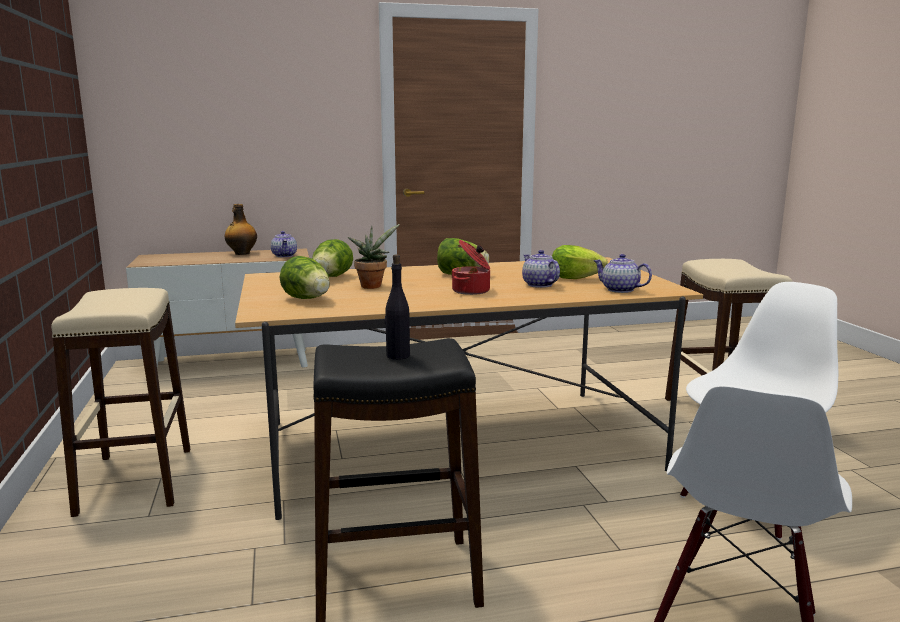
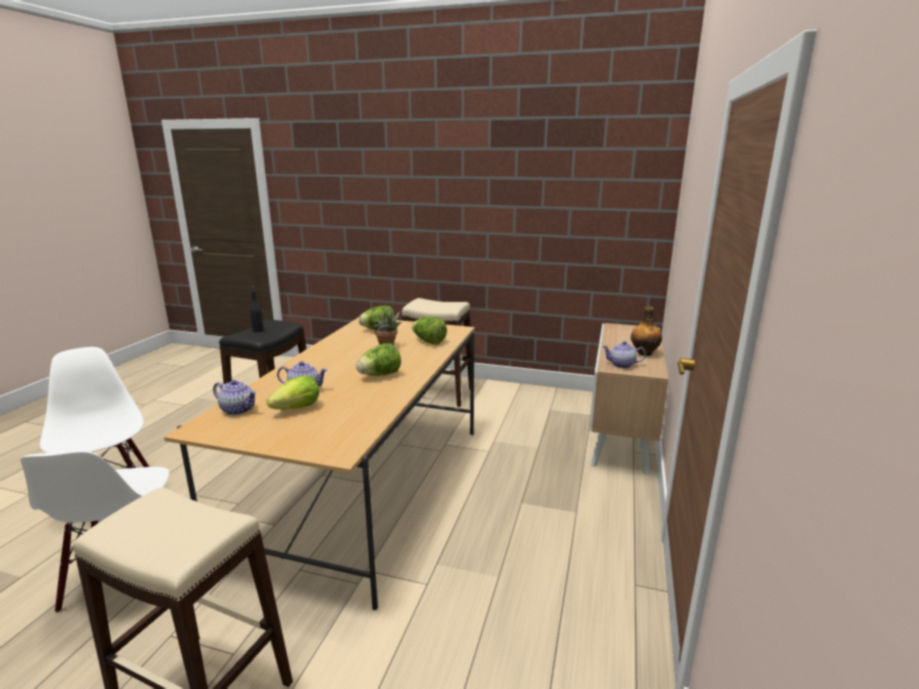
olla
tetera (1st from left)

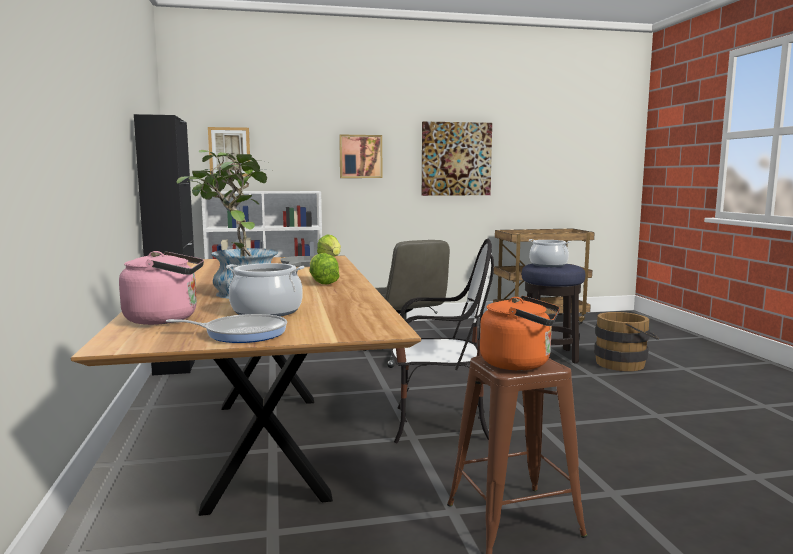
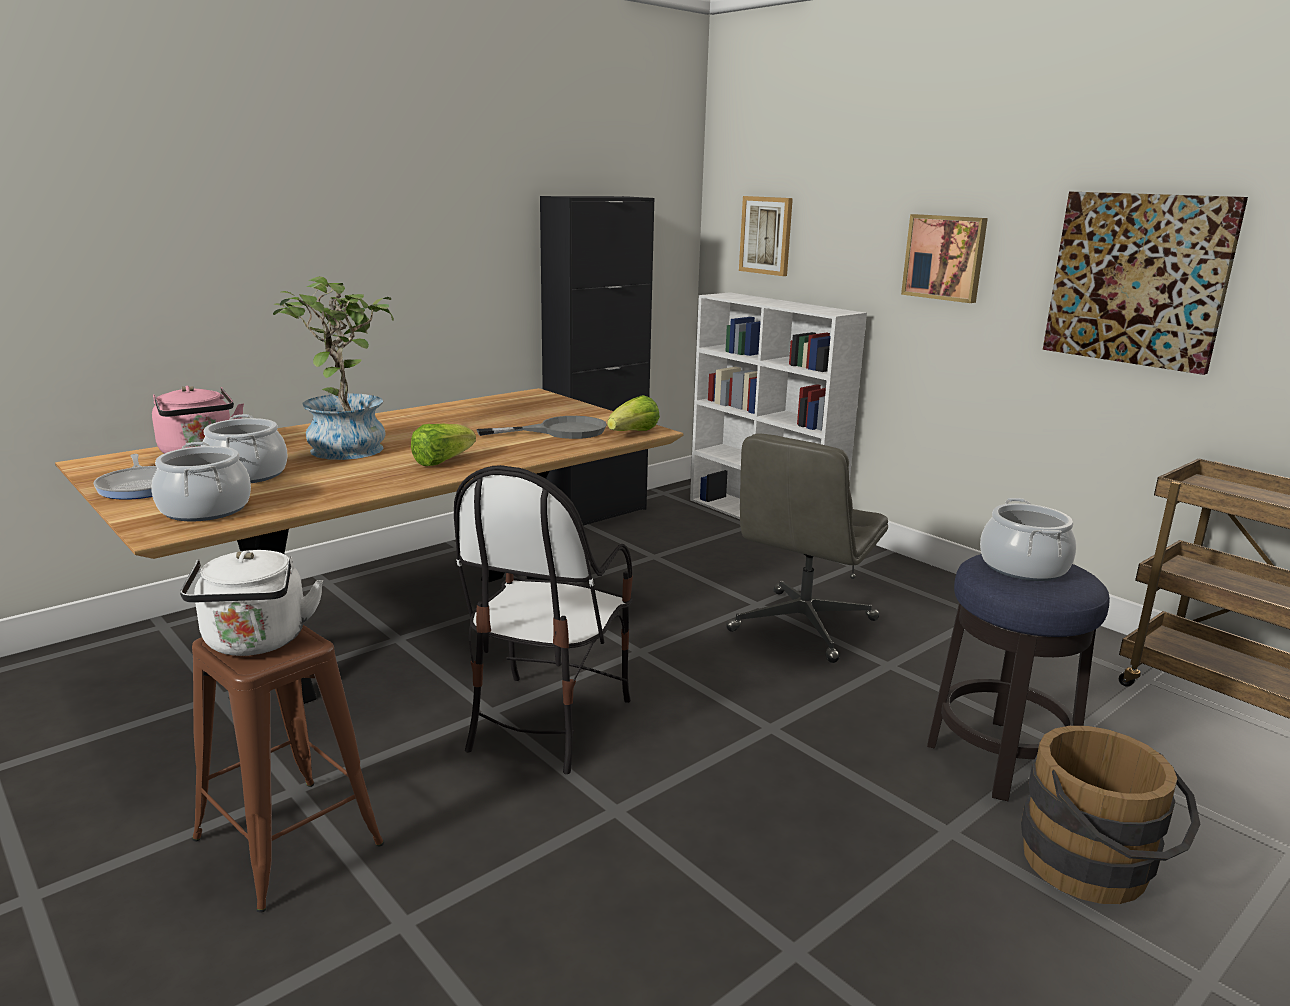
silla
hervidor (blanco)
olla (1st from left)

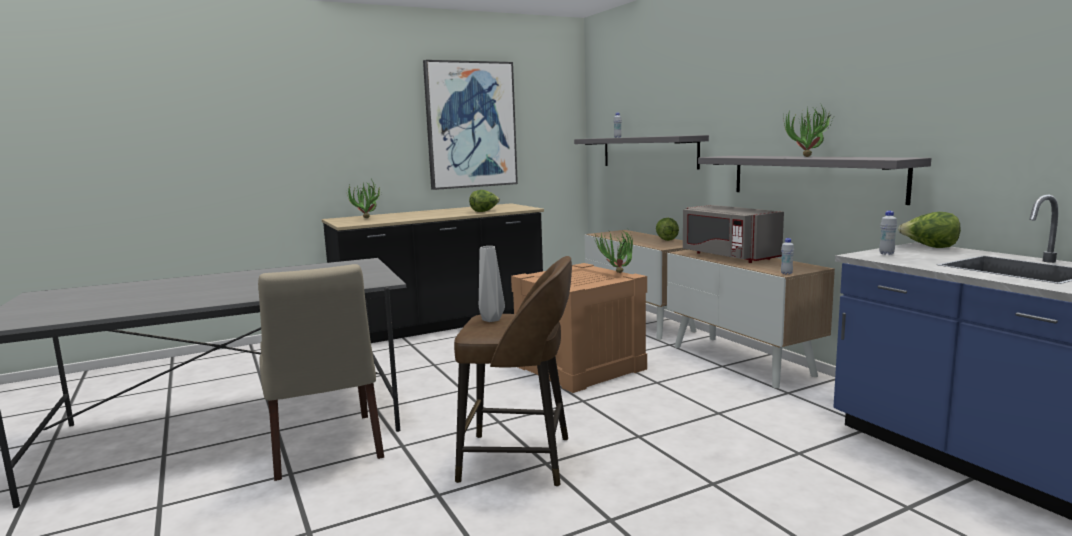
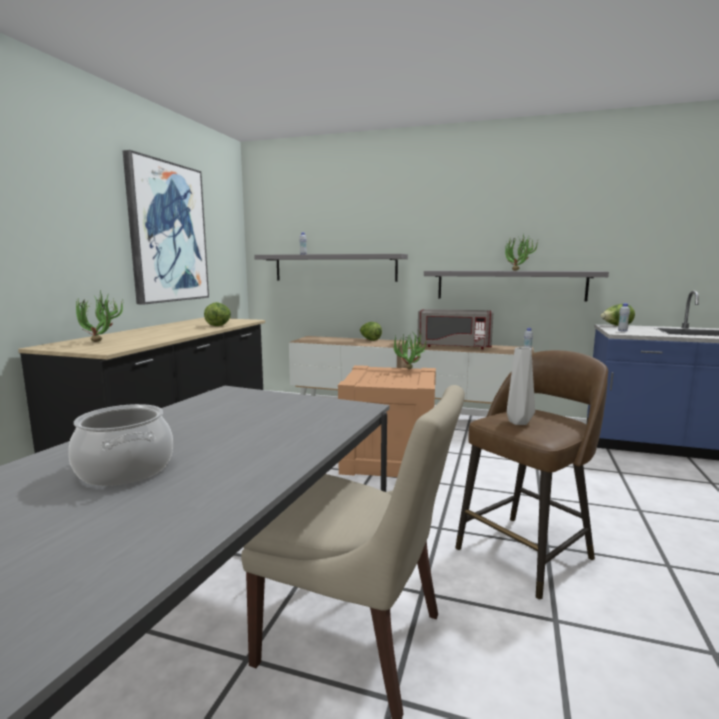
olla

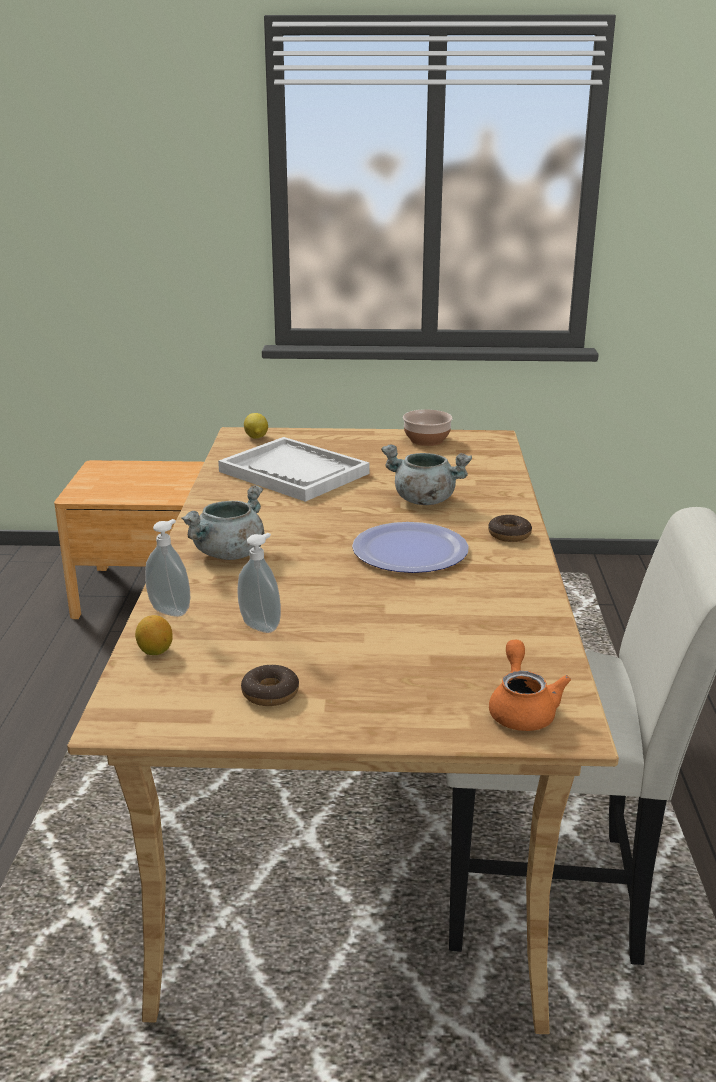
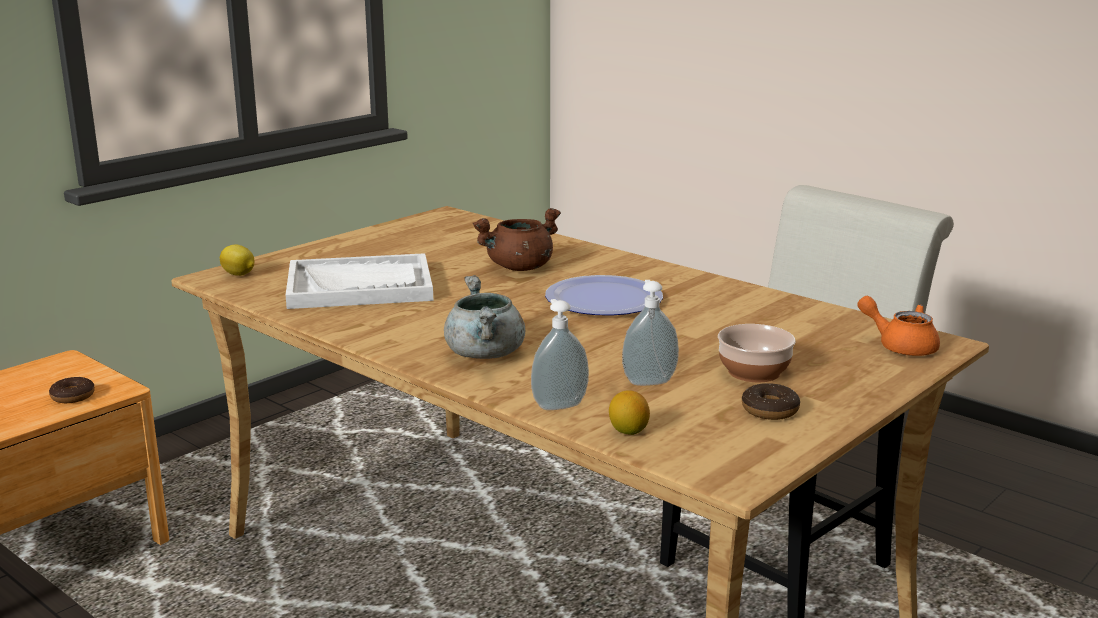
cuenco
olla (marrón)
rosquilla (1st from left)

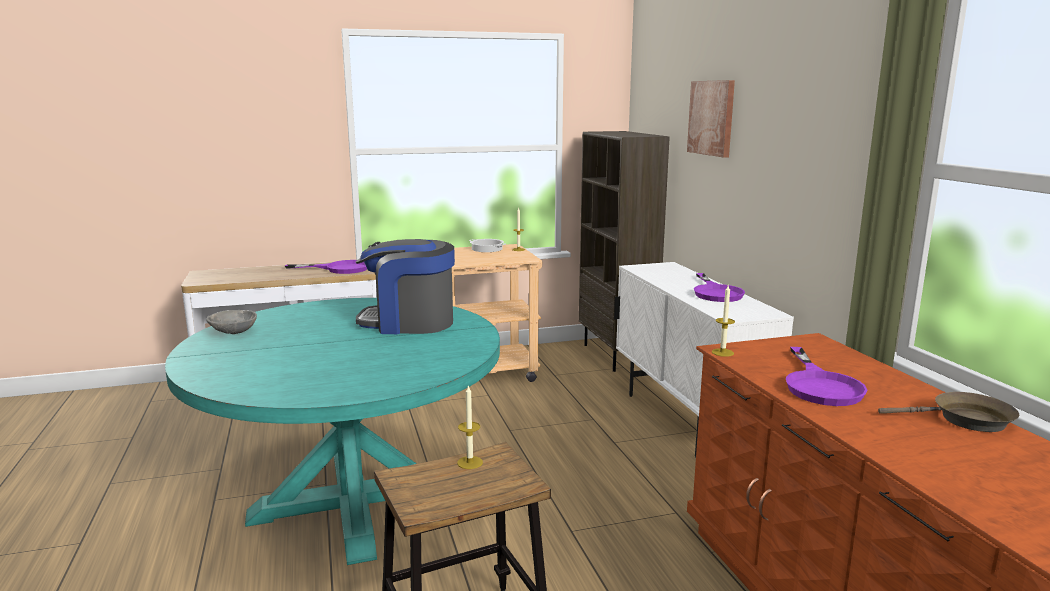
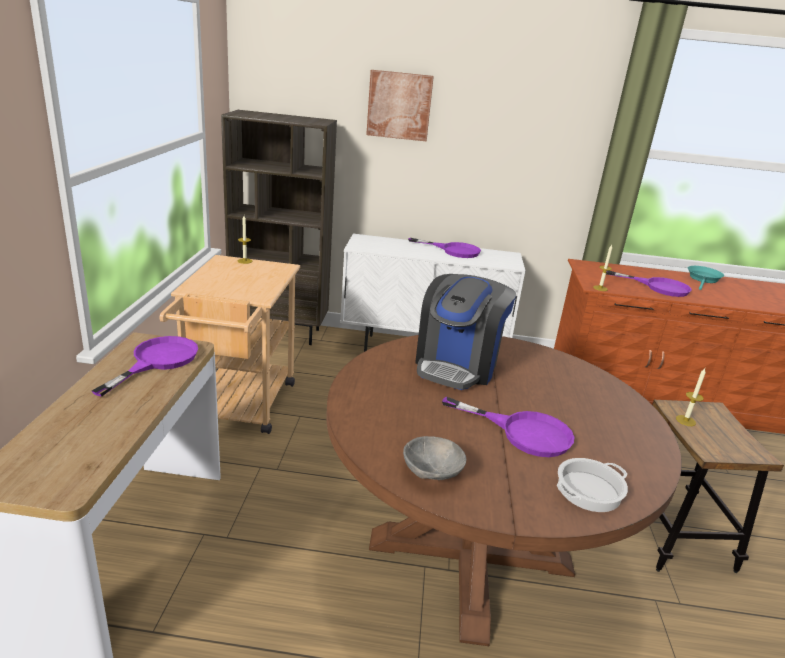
olla
mesa de comedor (marrón)
sartén (turquesa)
sartén (morado) (3rd from left)

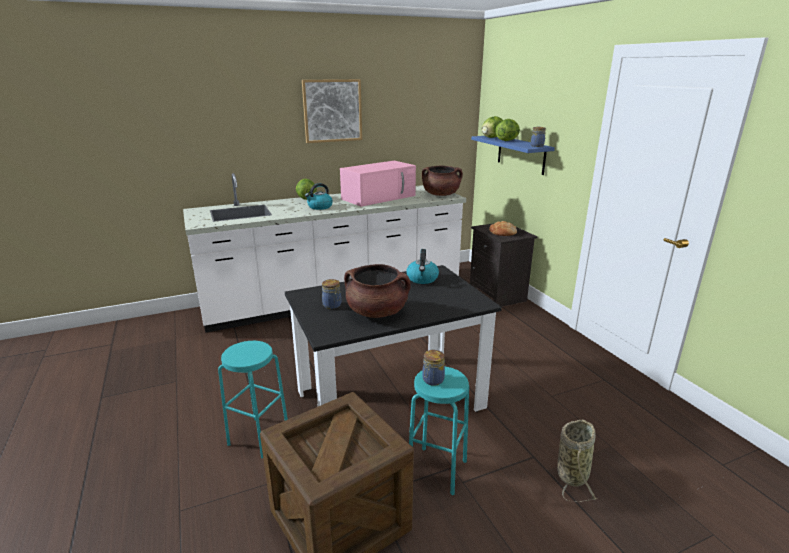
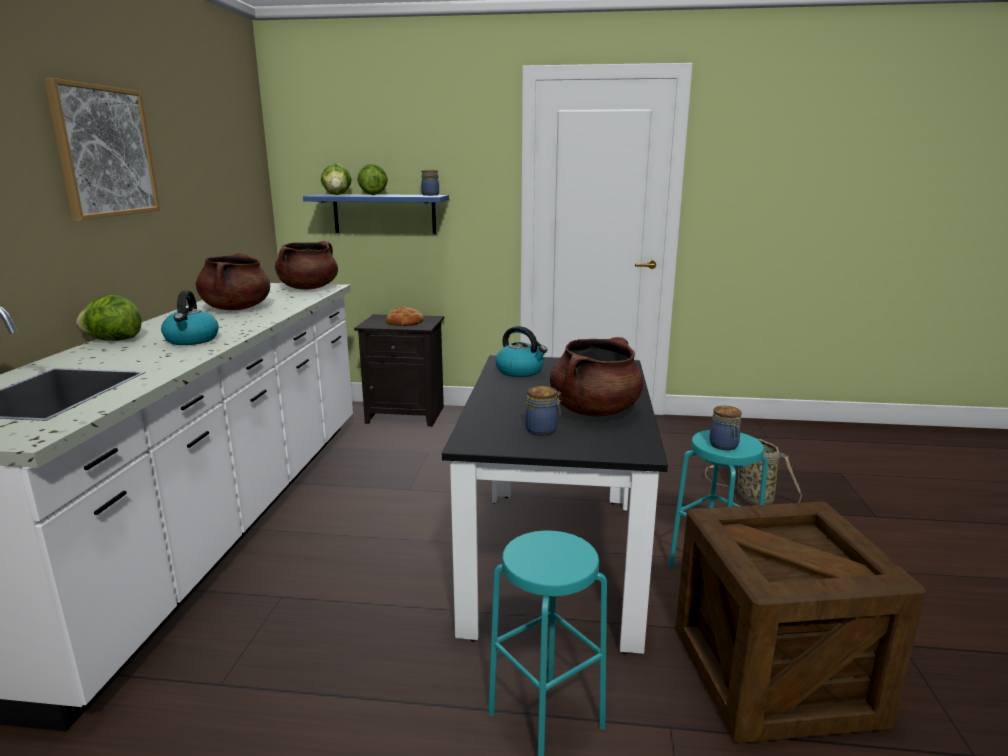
olla (marrón) (1st from left)

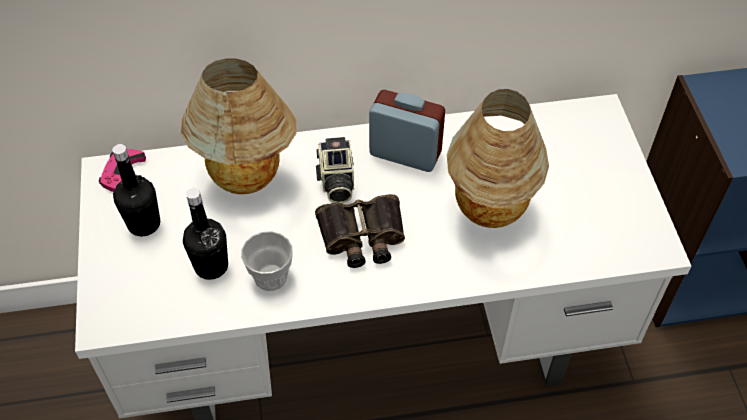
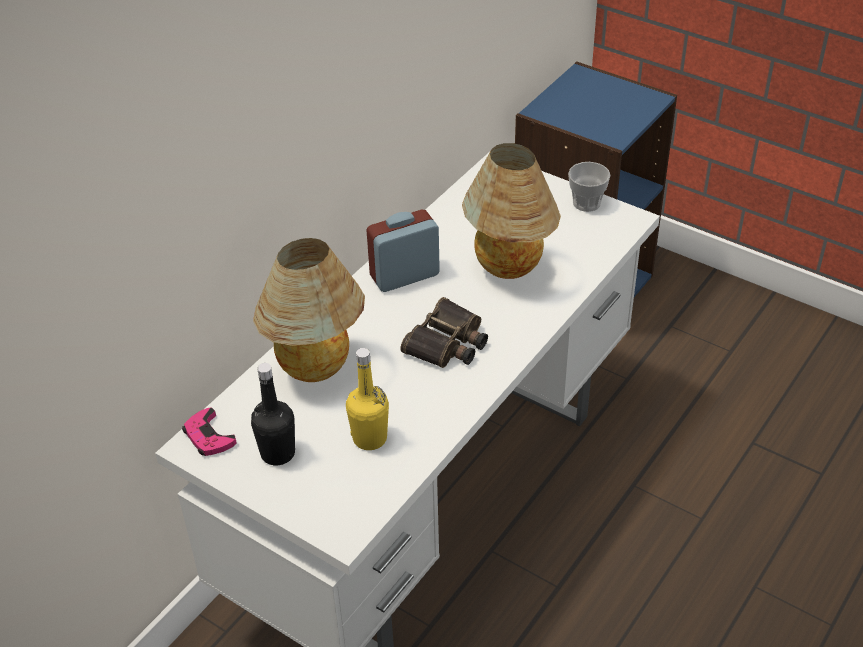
cámara
botella (amarillo)
taza

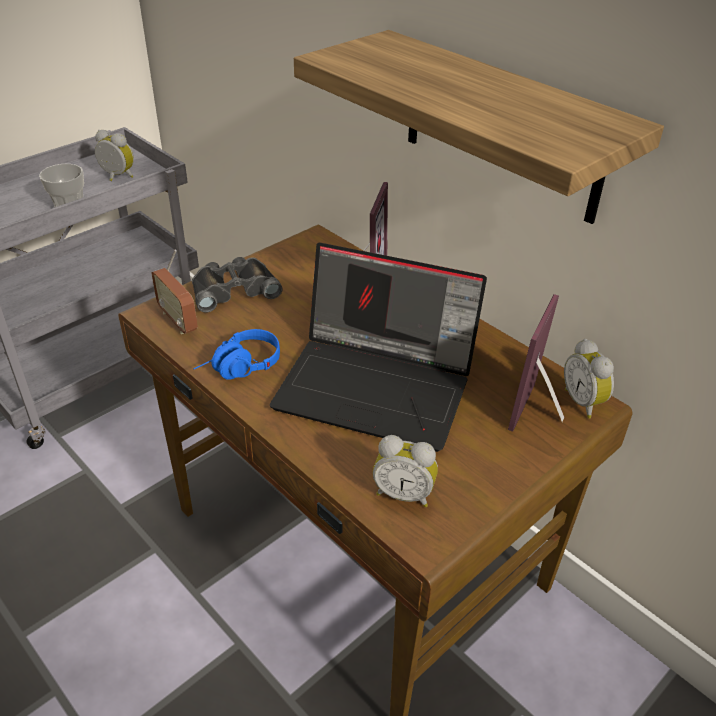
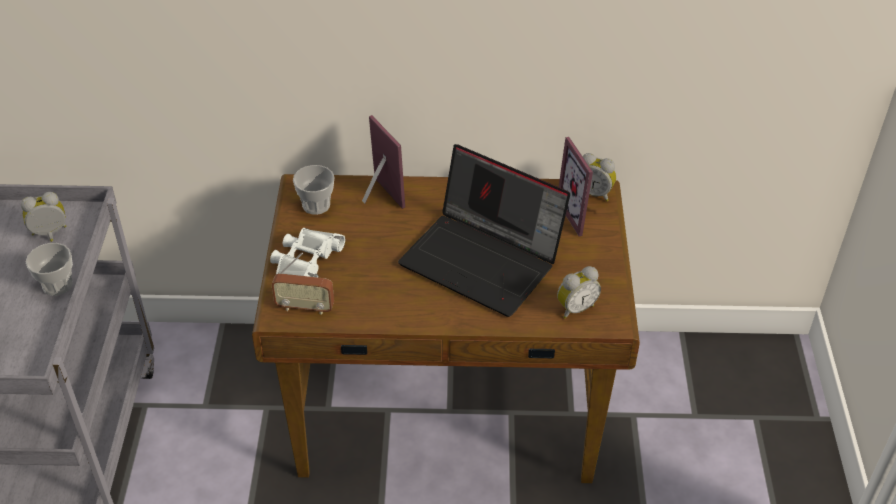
estante
portátil
prismáticos (blanco)
auriculares (azul)
taza (2nd from left)

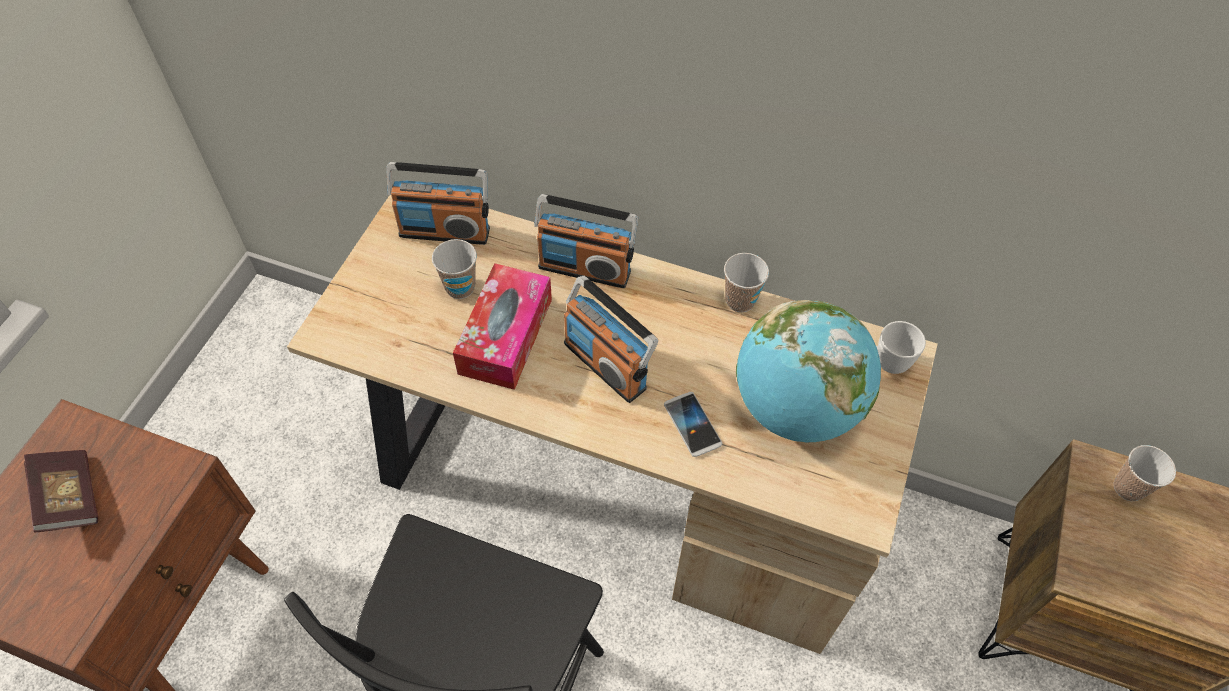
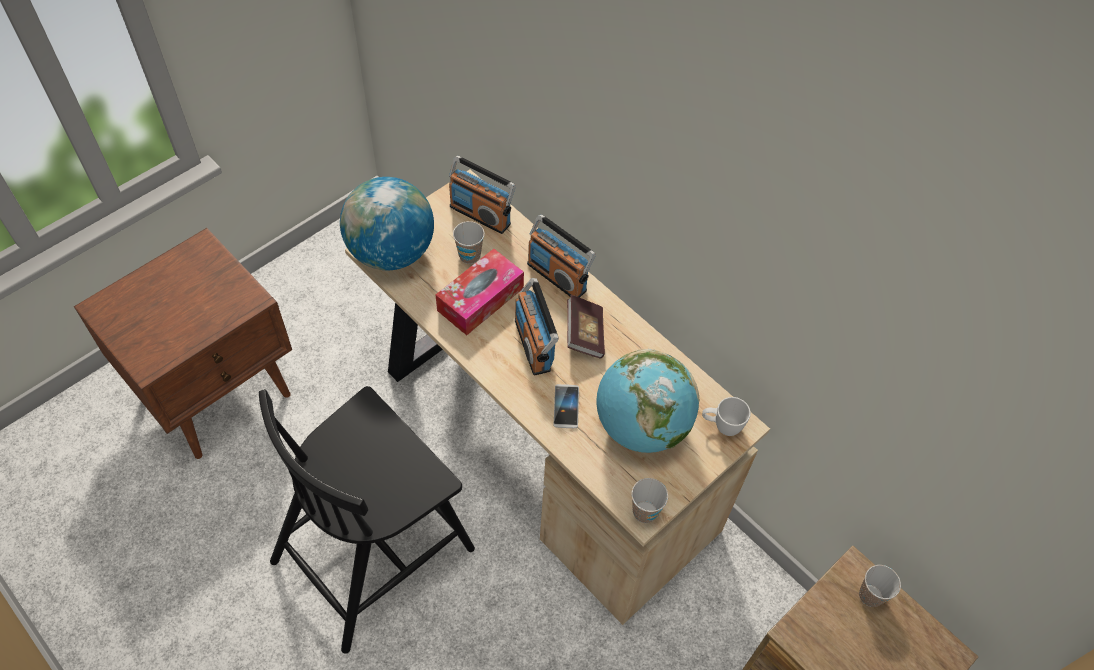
taza (2nd from left)
libro
globo terráqueo (1st from left)

